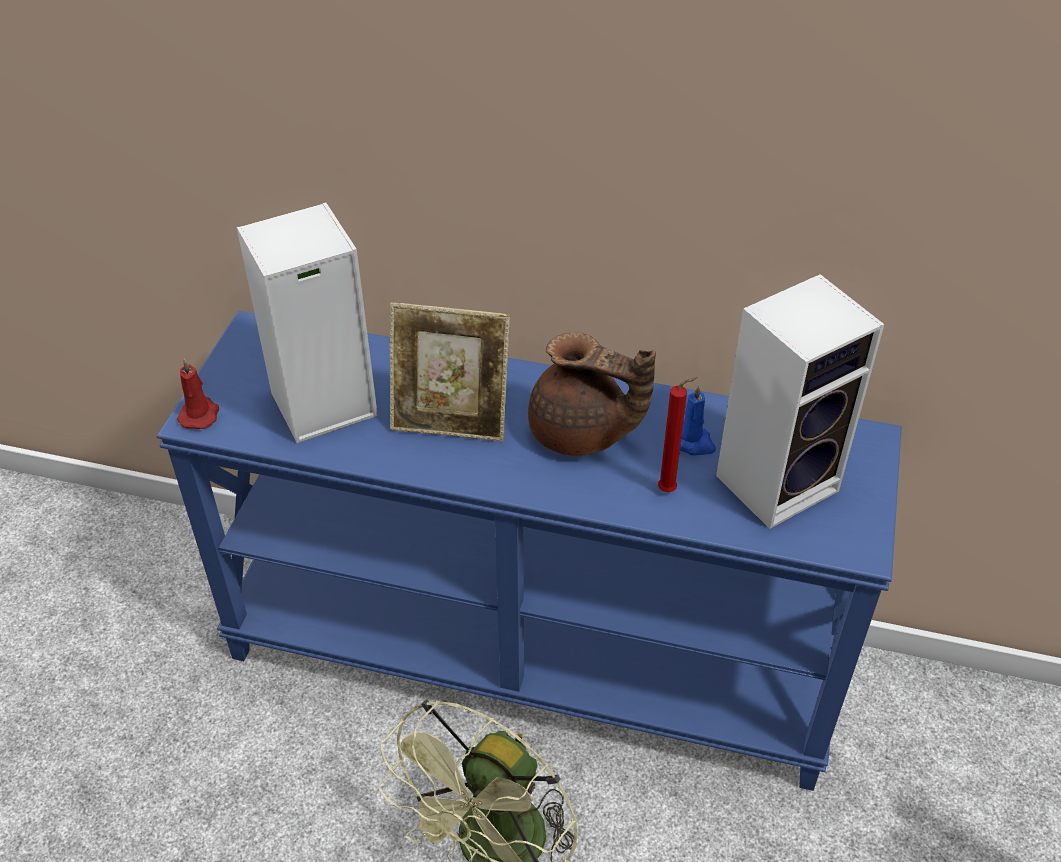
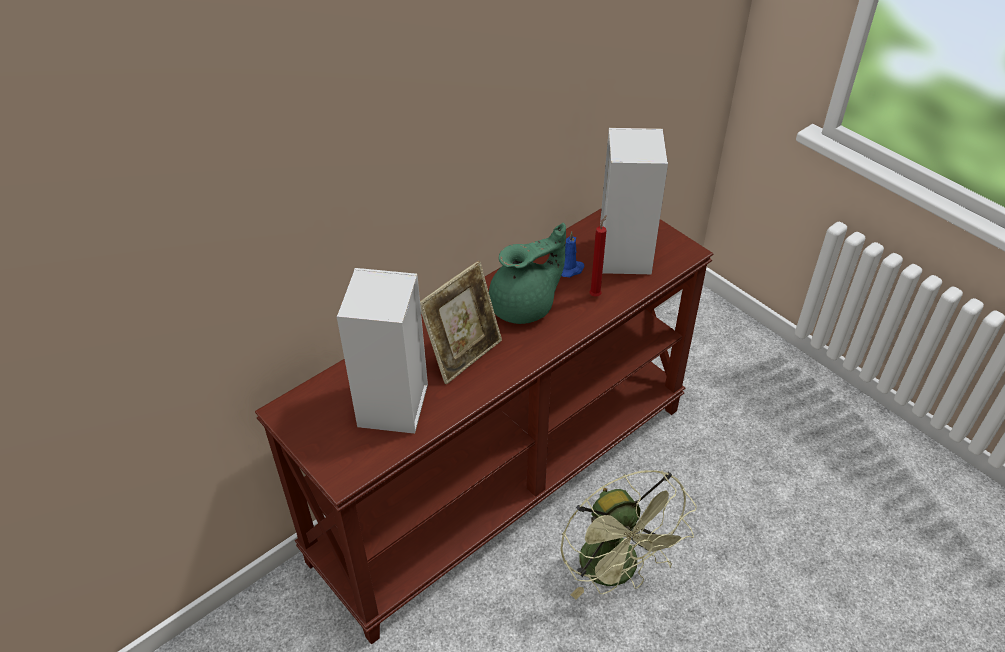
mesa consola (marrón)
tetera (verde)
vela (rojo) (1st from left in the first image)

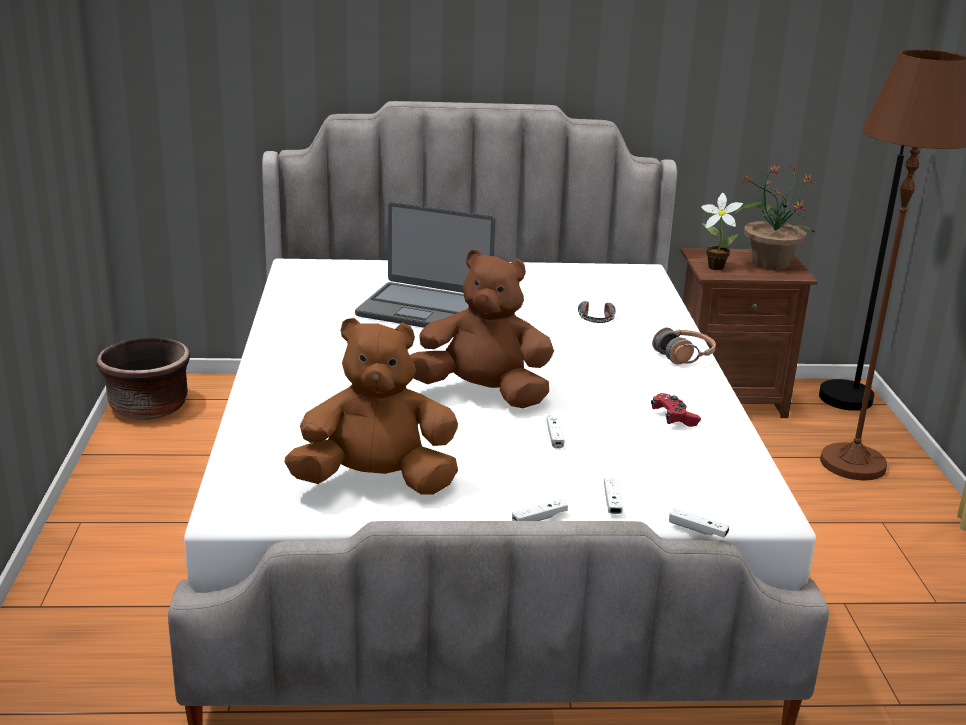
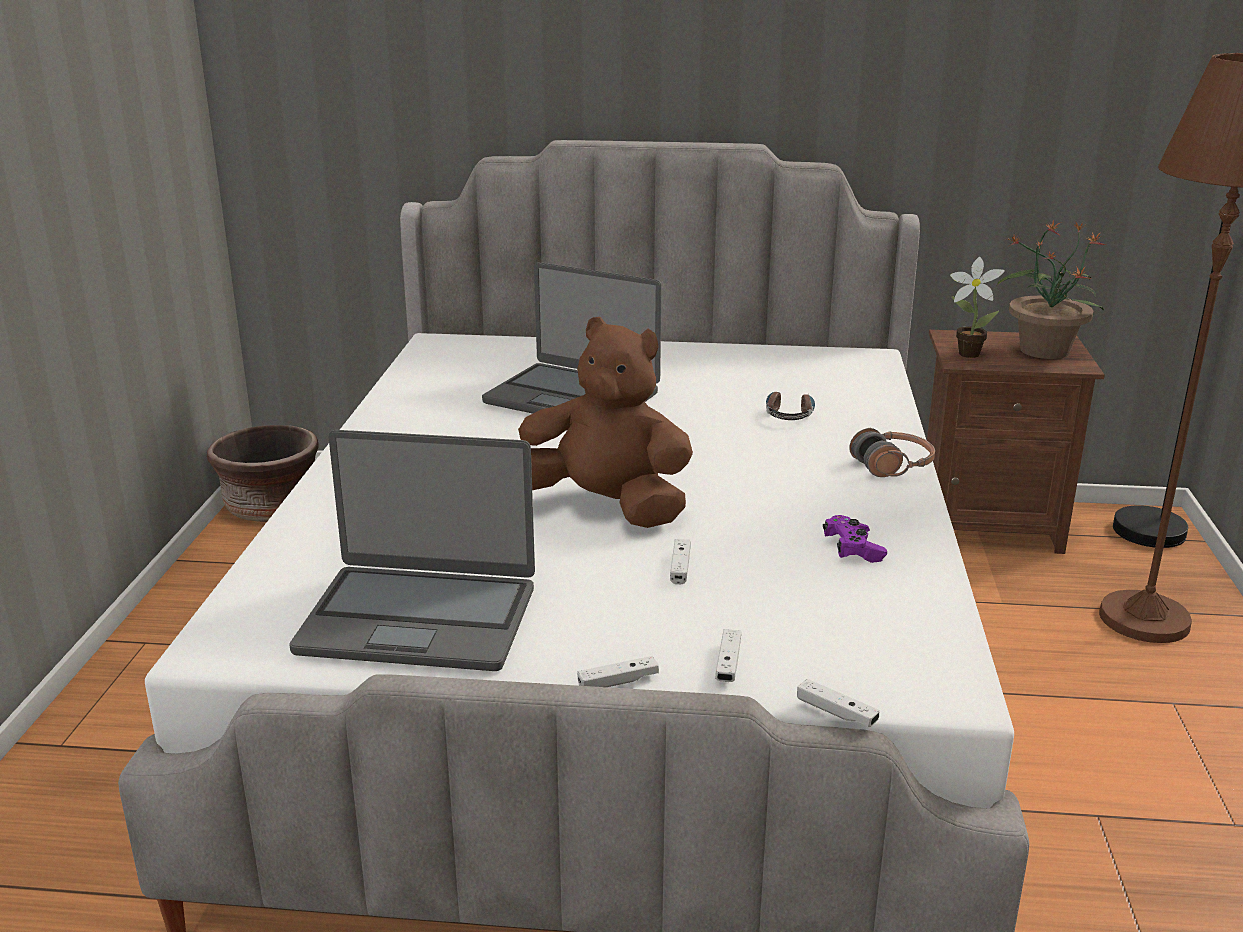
portátil (1st from left)
mando de consola (morado)

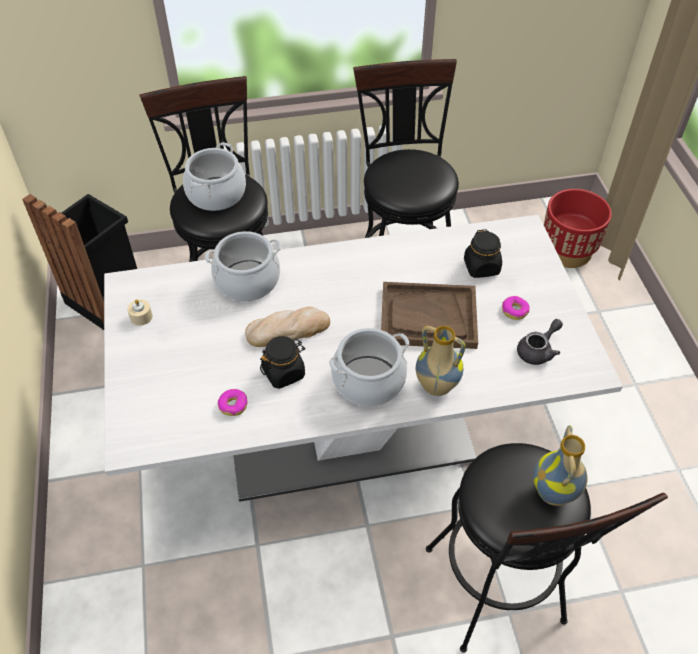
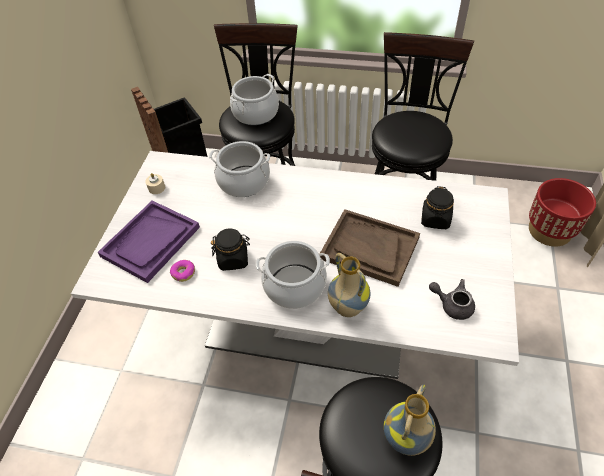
rosquilla (2nd from left in the first image)
pan
tetera (gris)
bandeja (morado)

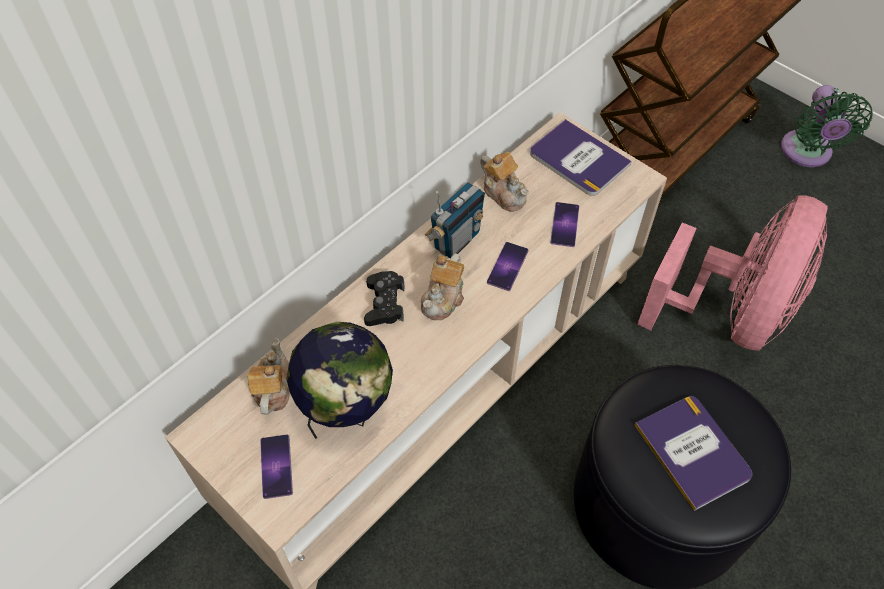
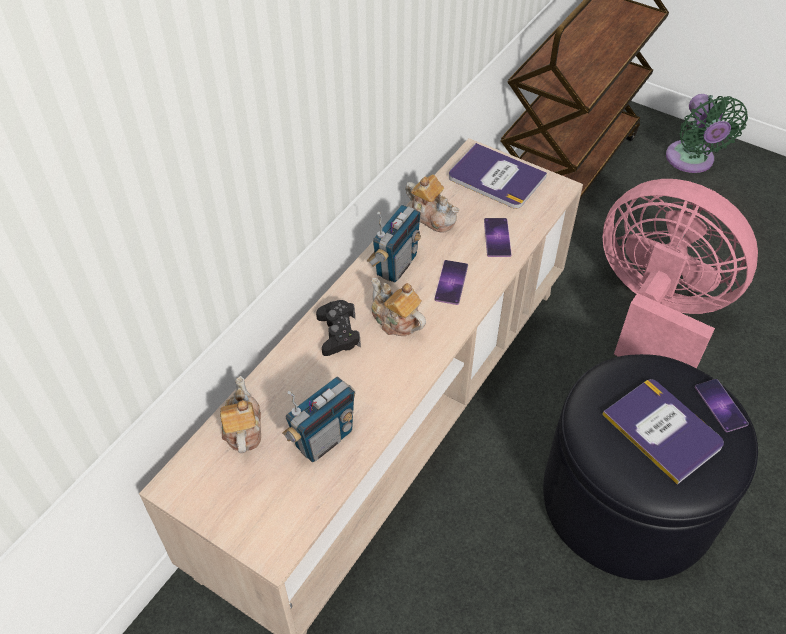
ventilador (rosa)
tetera (2nd from left)
radio (1st from left)
móvil (3rd from left)

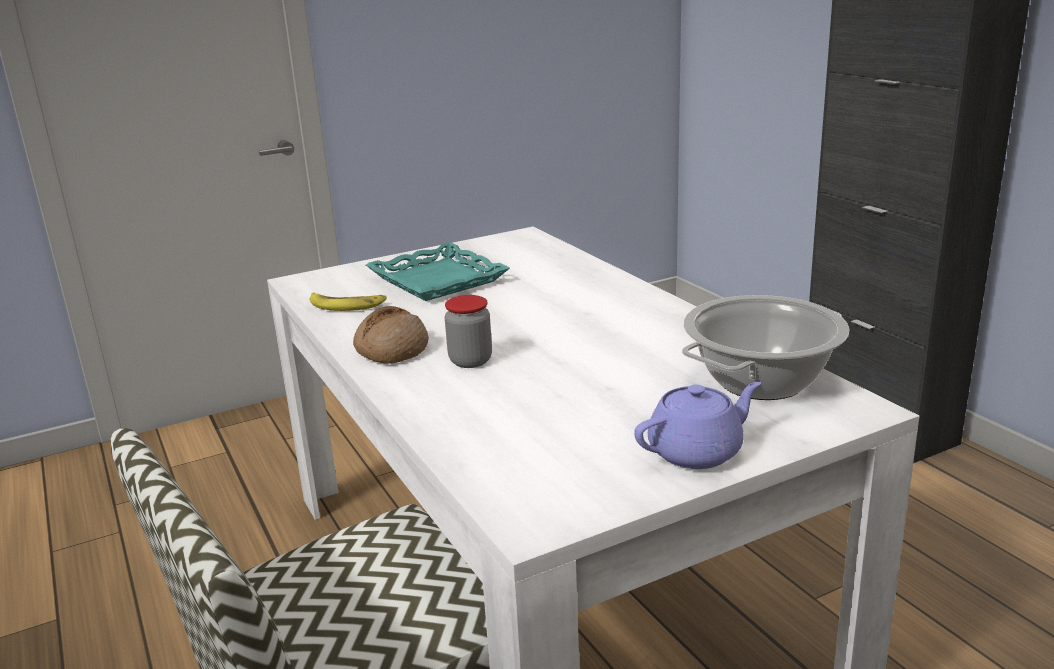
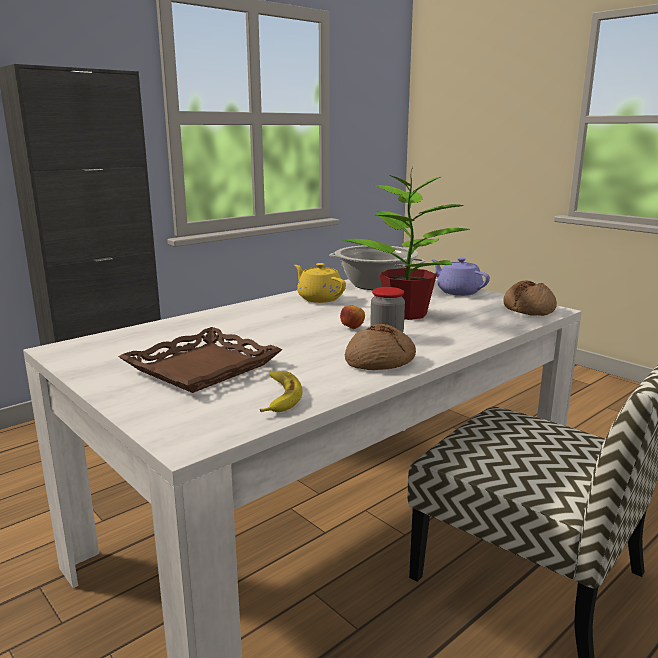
bandeja (marrón)
planta en maceta
tetera (amarillo)
pan (2nd from left)
manzana

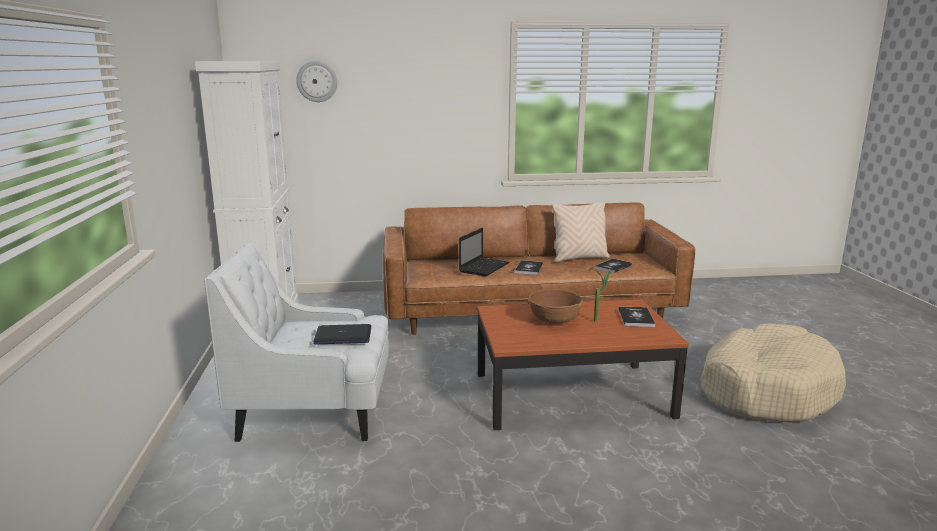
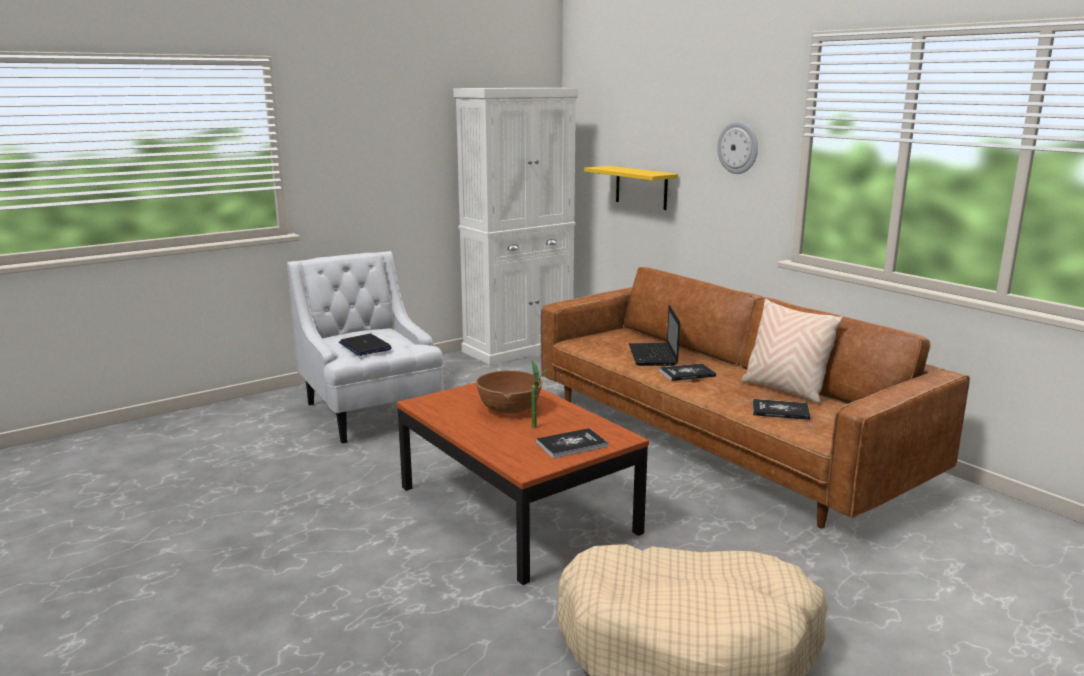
reloj de pared
portátil (2nd from left)
estante (amarillo)

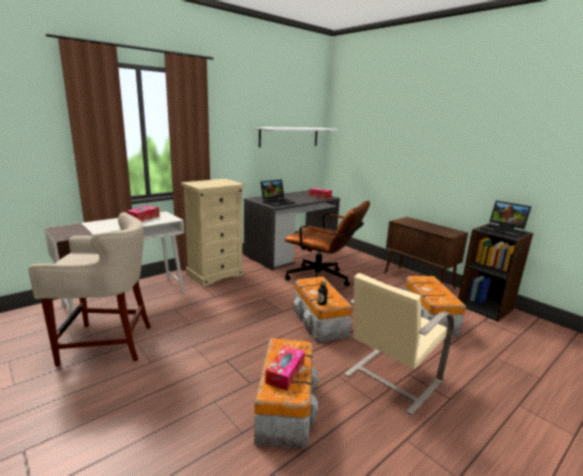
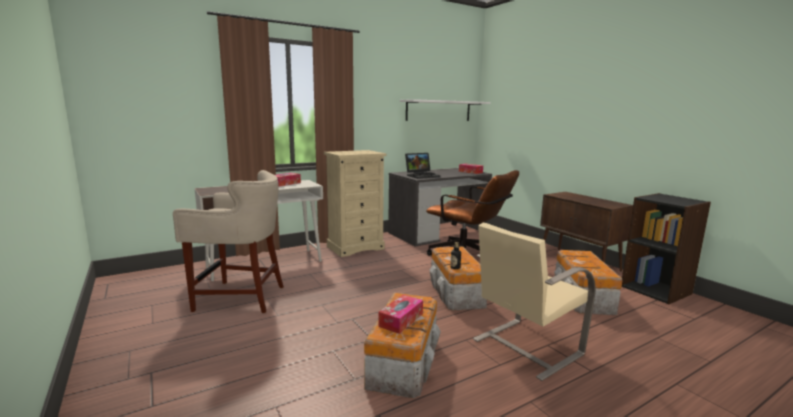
portátil (2nd from left in the first image)

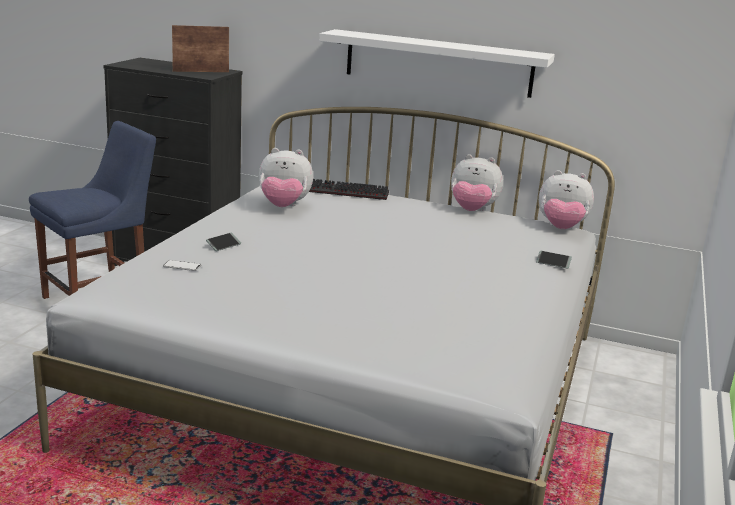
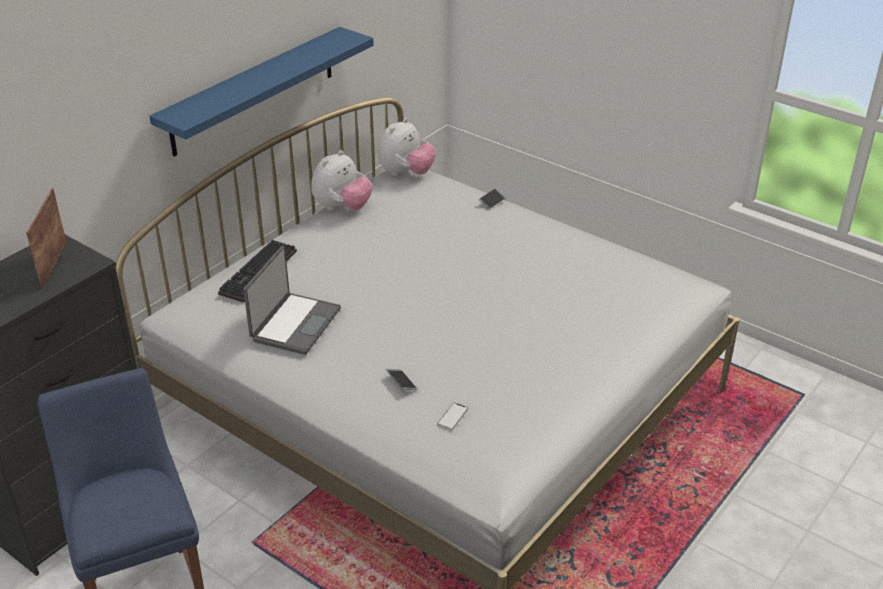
estante (azul)
portátil

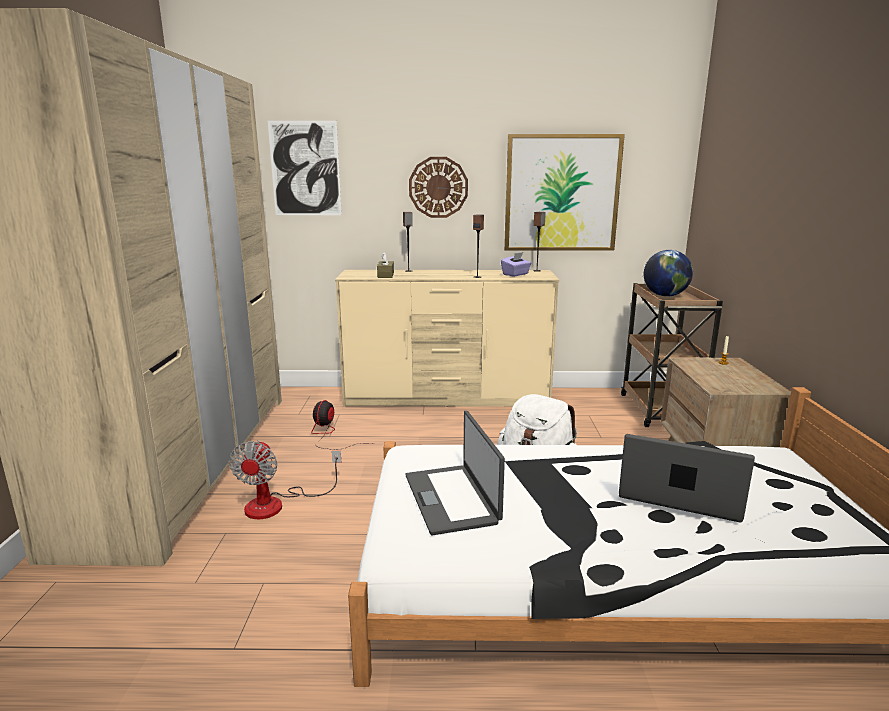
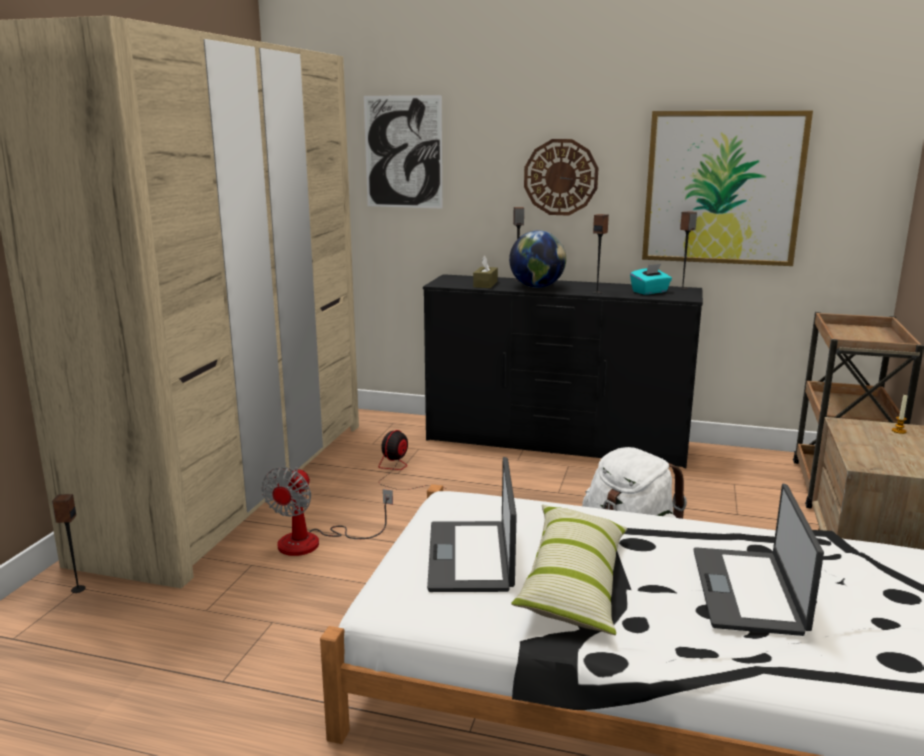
globo terráqueo
caja de pañuelos (turquesa)
cómoda (negro)
portátil (2nd from left)
altavoz (1st from left)
cojín

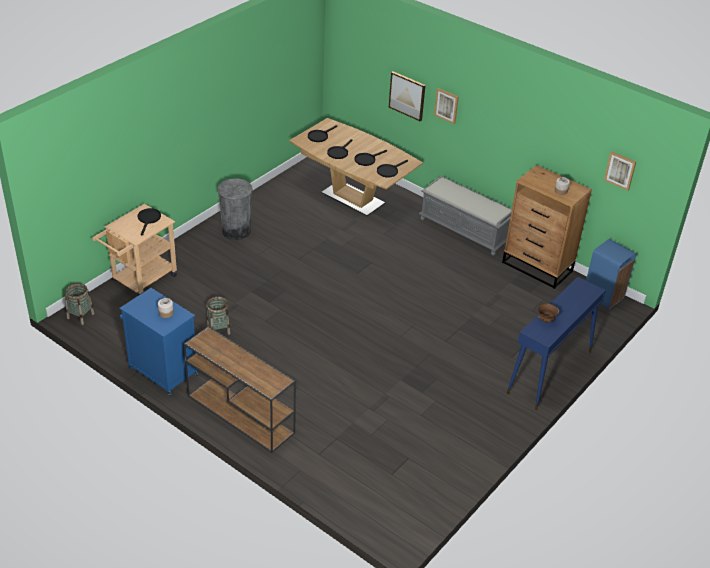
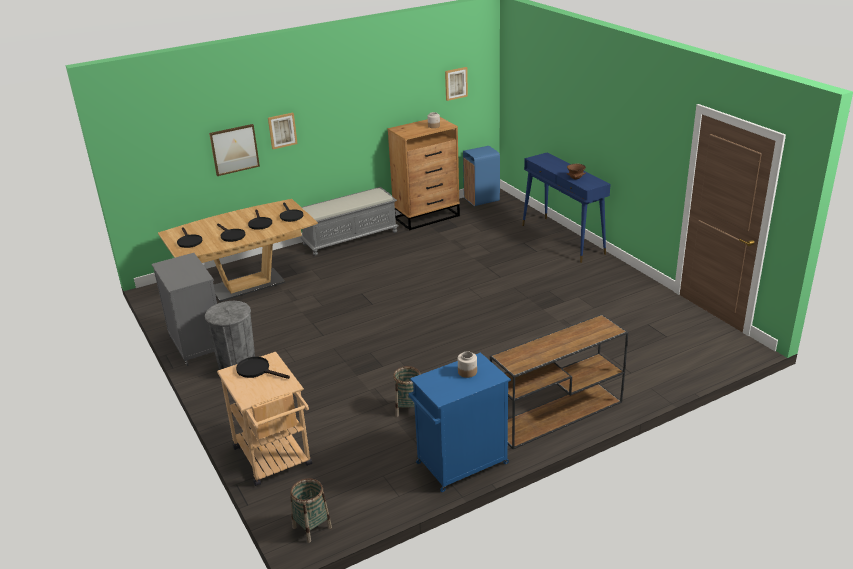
armario (gris)

